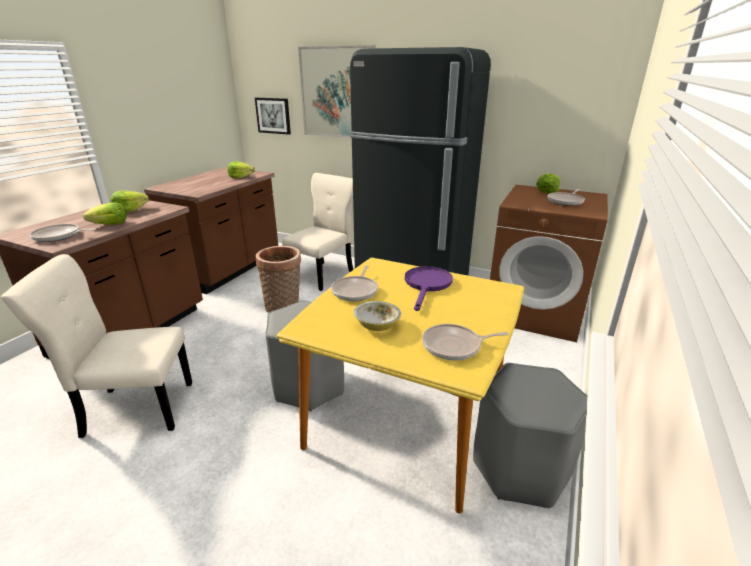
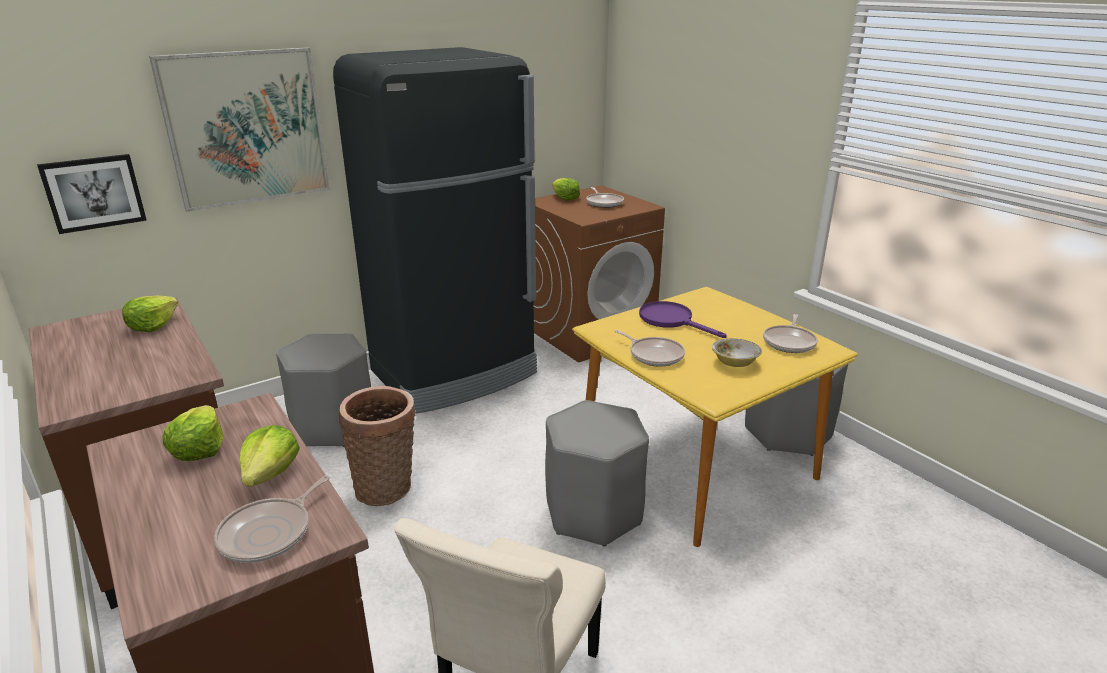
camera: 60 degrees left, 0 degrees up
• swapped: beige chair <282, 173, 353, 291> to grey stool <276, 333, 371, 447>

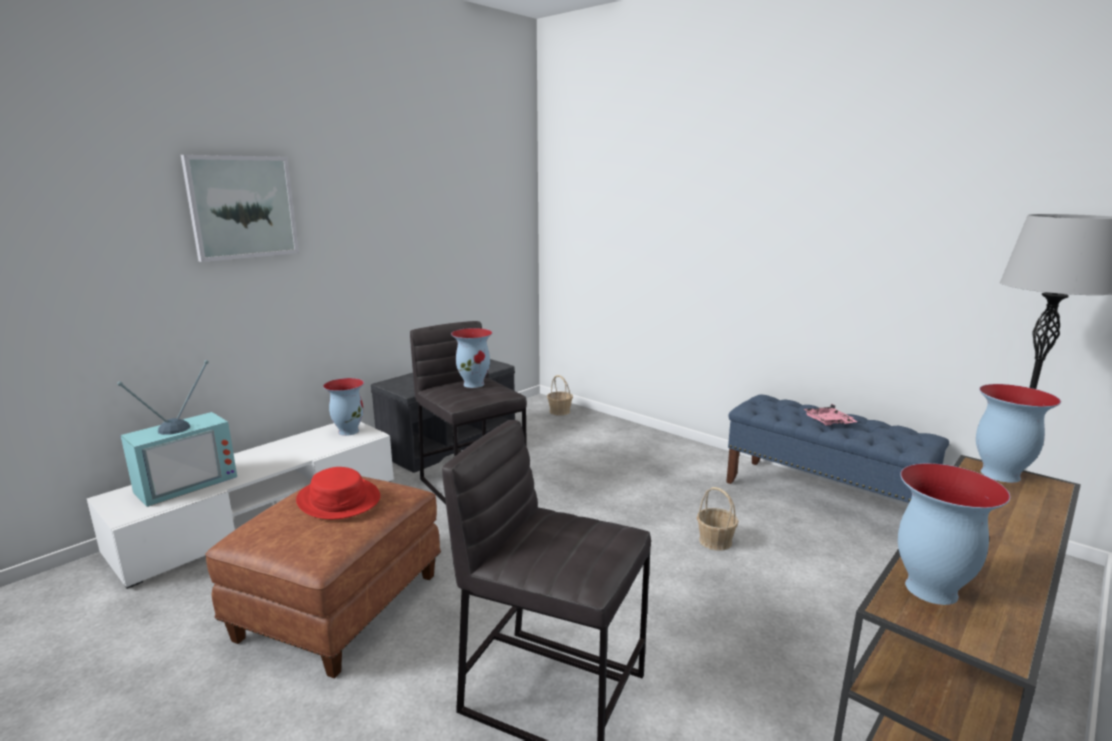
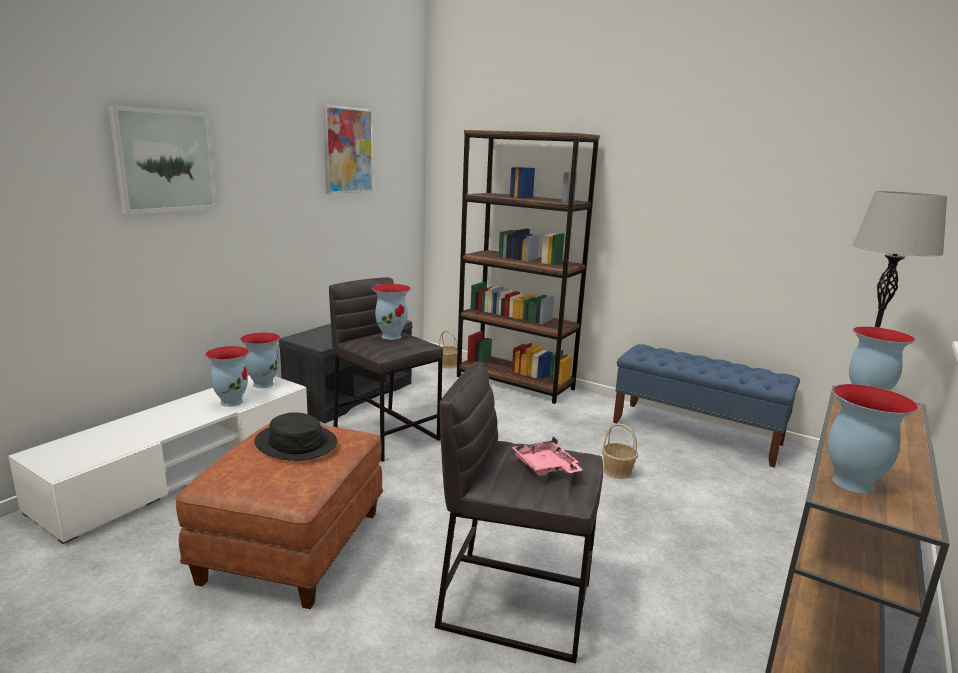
camera: 10 degrees left, 0 degrees up
• gone: television <117, 360, 237, 507>
• shifted: pink tray <804, 404, 857, 426> to <512, 436, 583, 476>
• repainted: red hat <296, 467, 380, 519> to black hat <254, 413, 337, 461>
• new: picture <323, 105, 373, 194>
• new: brown bookcase <457, 130, 600, 404>
• new: vase <205, 346, 249, 407>

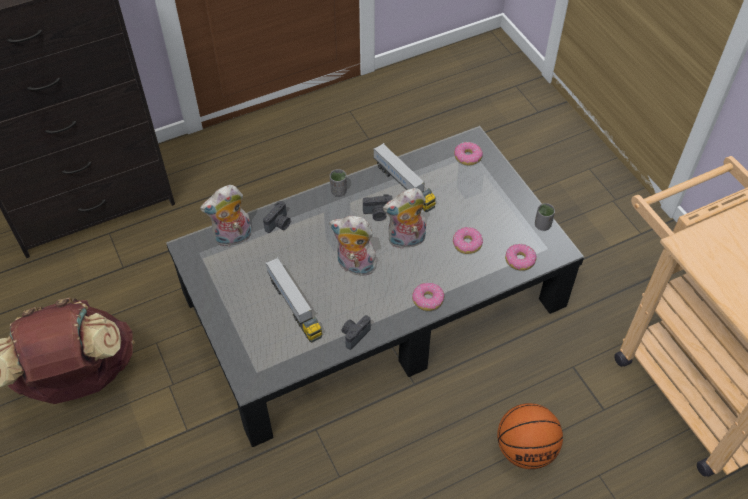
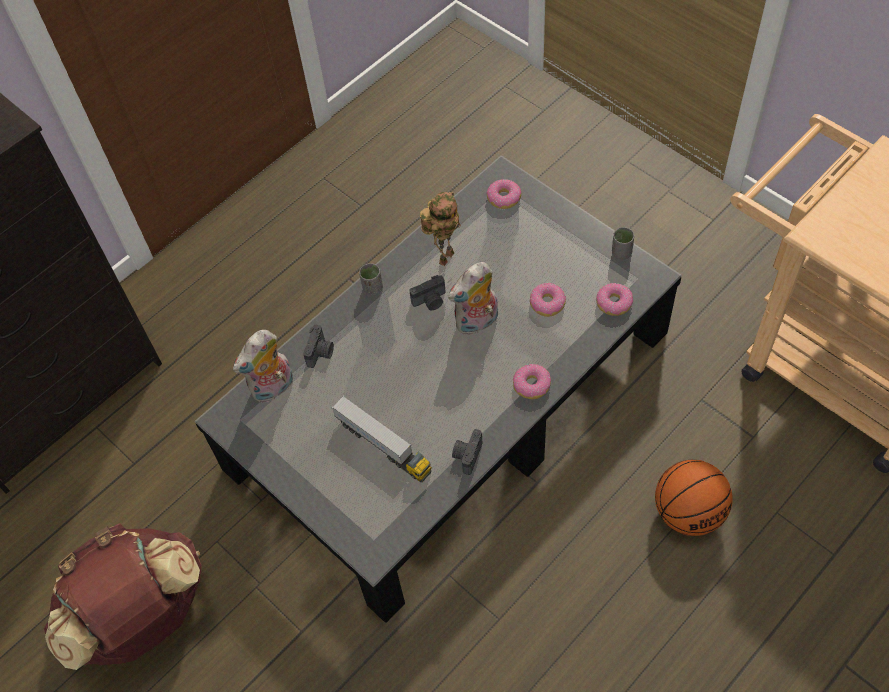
camera: 15 degrees left, 5 degrees up
• swapped: toy truck <373, 143, 436, 212> to toy robot <420, 192, 461, 266>
• gone: plush toy <329, 216, 377, 276>

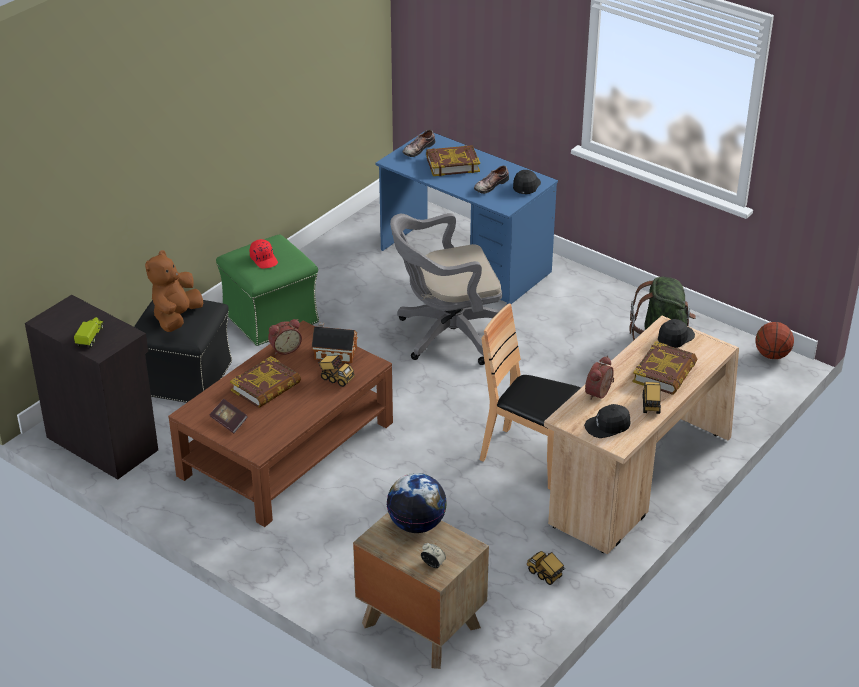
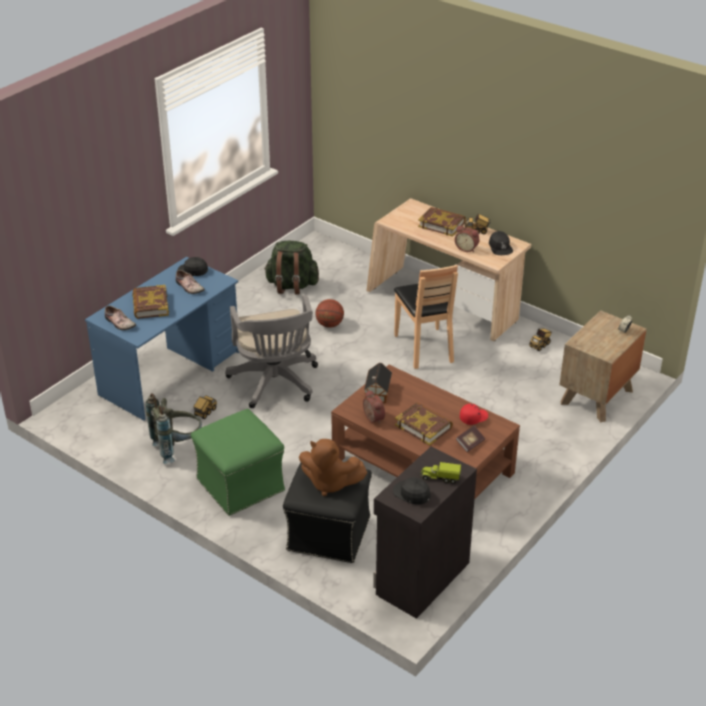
camera: 90 degrees left, 0 degrees up
• shifted: red cap <250, 239, 278, 269> to <460, 404, 488, 425>
• rotated: brown chair <480, 304, 581, 489> = <394, 265, 458, 369> 45 degrees counterclockwise
• shifted: black cap <658, 319, 695, 348> to <393, 477, 431, 505>
• shifted: basketball <755, 322, 794, 359> to <315, 299, 344, 328>
• shifted: toy truck <318, 355, 355, 387> to <193, 396, 217, 419>
• gone: globe <387, 473, 447, 533>
• new: grey backpack <146, 393, 202, 464>

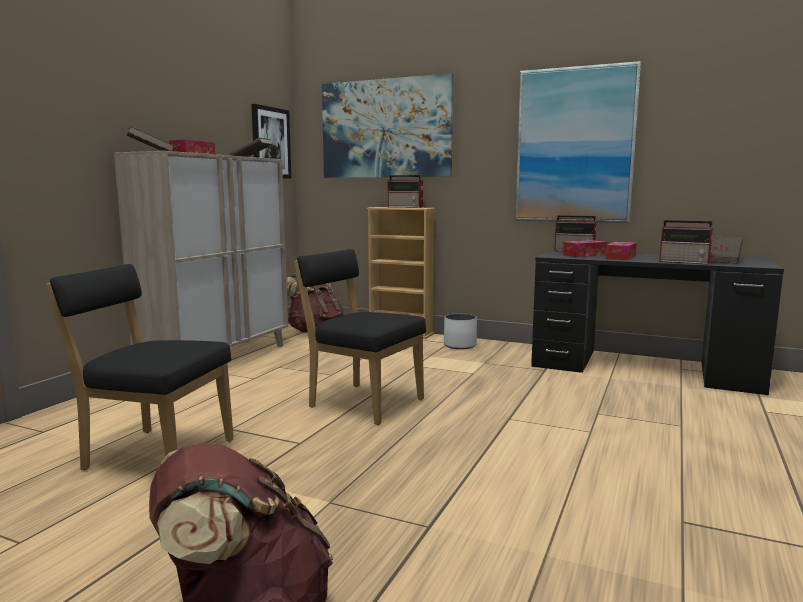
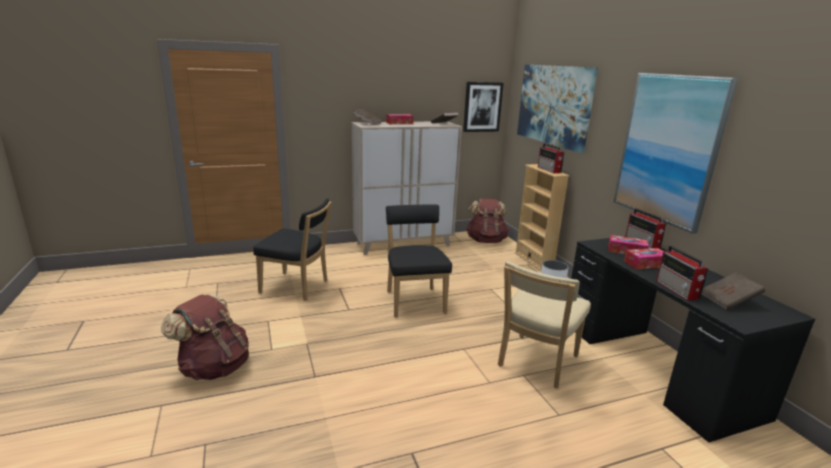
camera: 45 degrees right, 10 degrees up
• rotated: black chair <46, 264, 234, 470> = <253, 198, 332, 301> 135 degrees clockwise
• new: beige chair <498, 261, 591, 389>

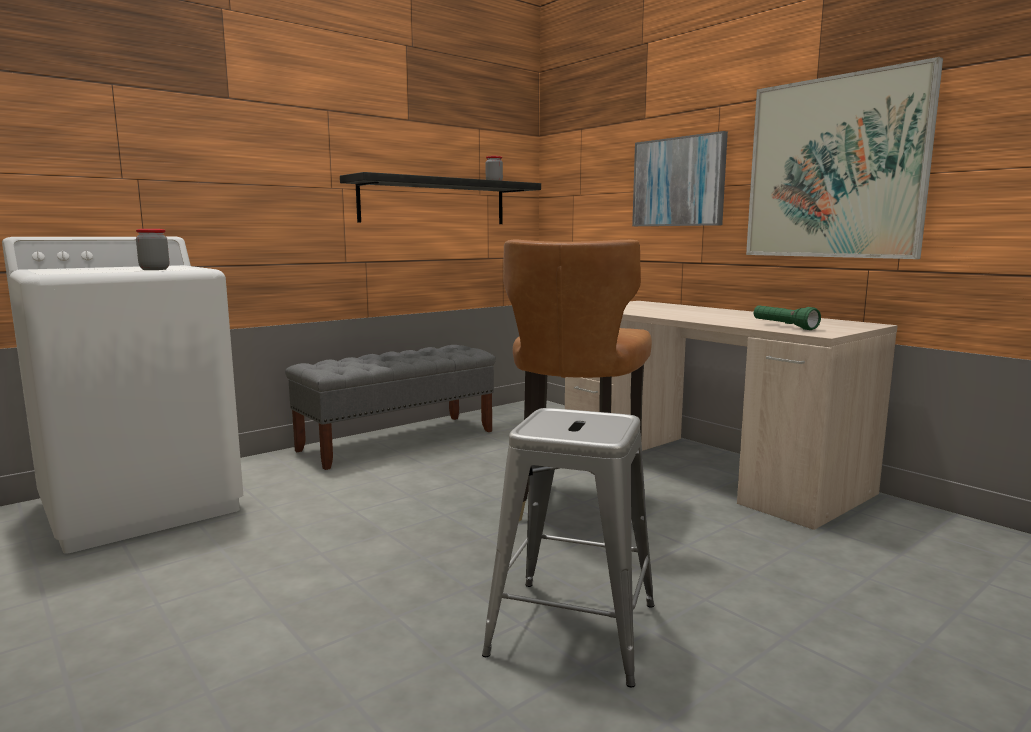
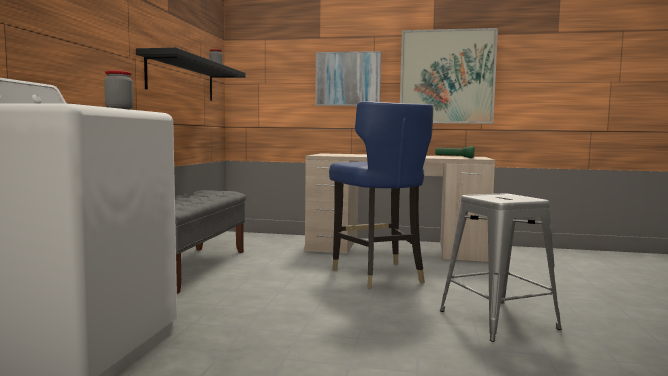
camera: 40 degrees left, 5 degrees down
• repainted: brown chair <503, 239, 652, 521> to blue chair <329, 101, 434, 289>

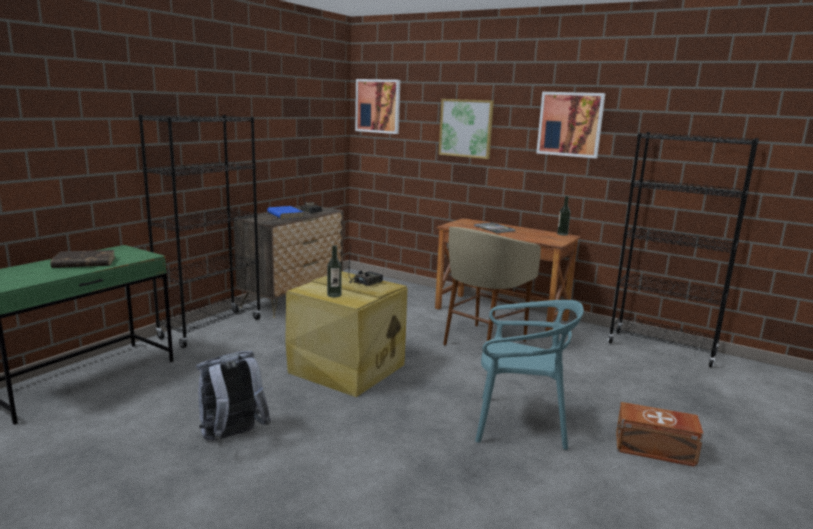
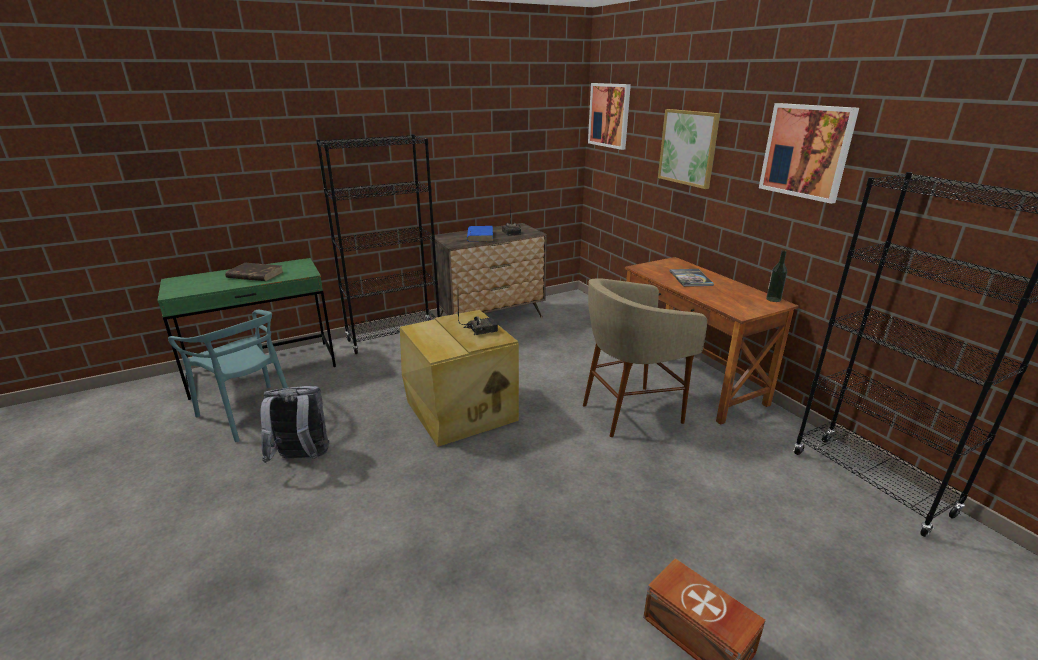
camera: 30 degrees right, 10 degrees up
• gone: bottle <327, 245, 342, 297>
• shifted: turquoise chair <475, 300, 584, 450> to <168, 310, 288, 442>

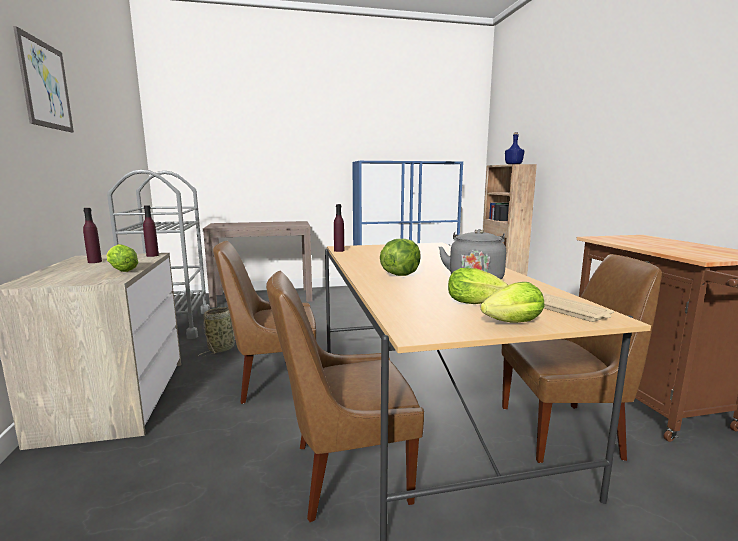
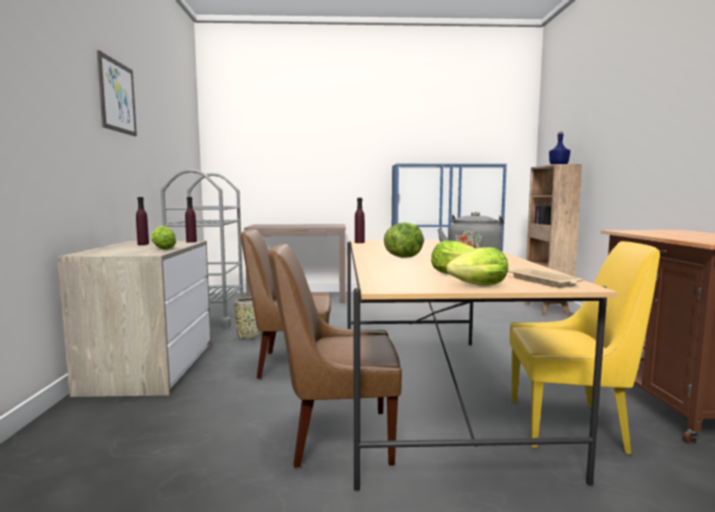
camera: 10 degrees right, 5 degrees down
• repainted: brown chair <502, 254, 662, 463> to yellow chair <510, 241, 660, 454>

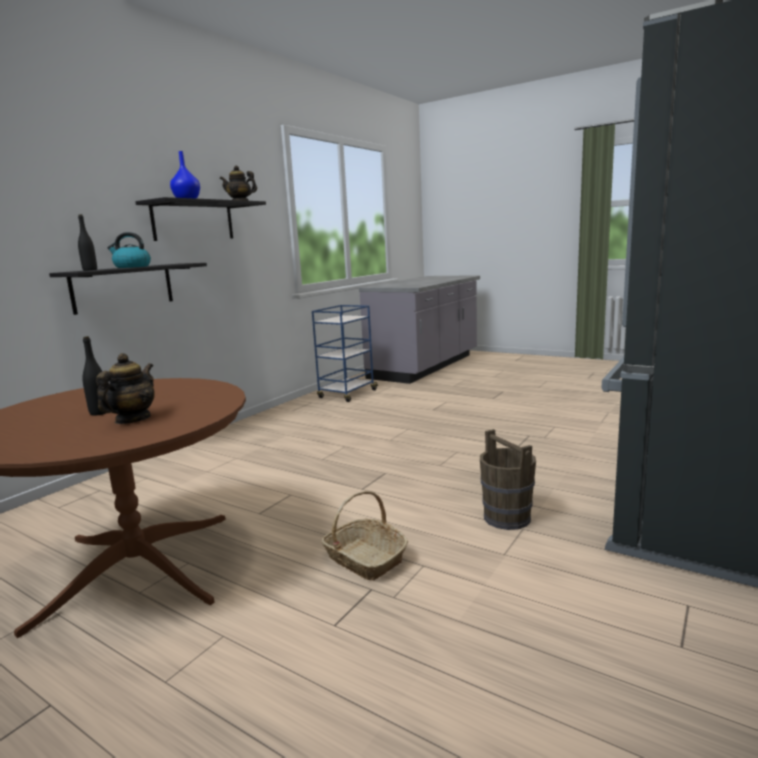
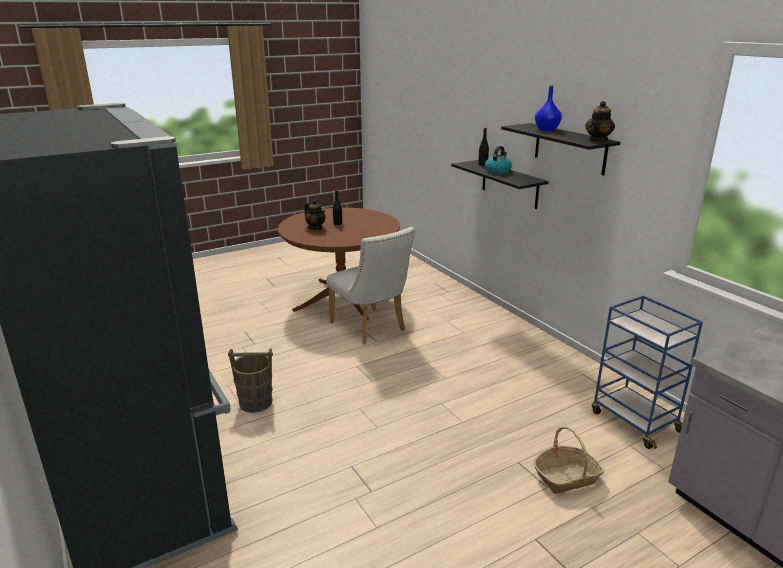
camera: 115 degrees right, 10 degrees up
• shifted: basket <321, 491, 408, 581> to <533, 426, 604, 494>
• new: white chair <326, 227, 415, 344>

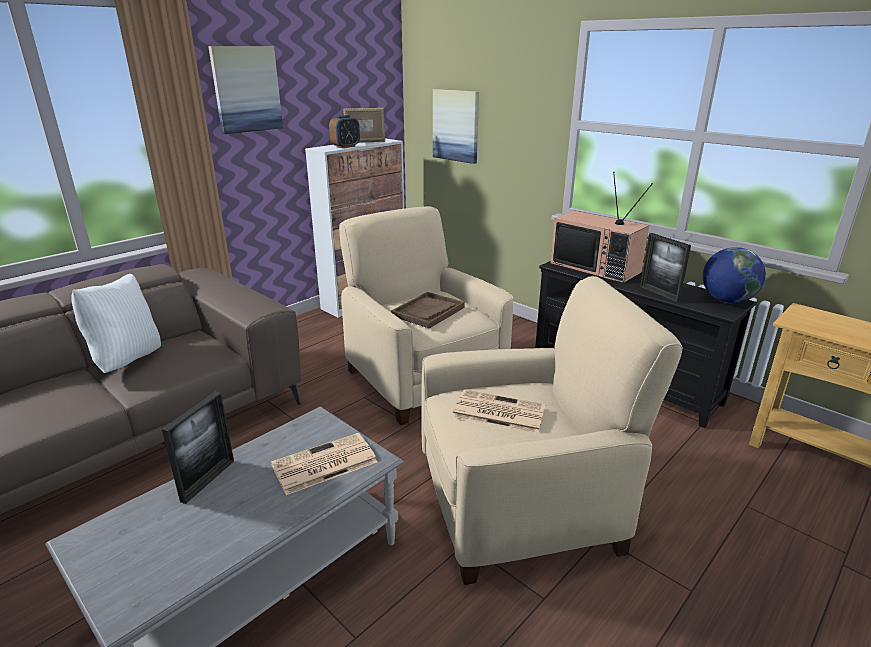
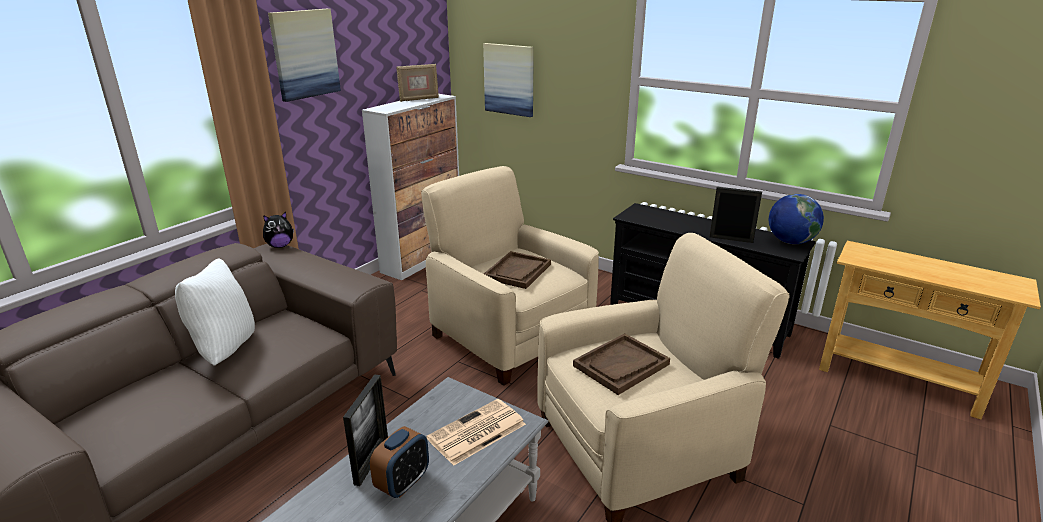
camera: 10 degrees left, 0 degrees up
• shifted: alarm clock <329, 115, 360, 148> to <370, 426, 429, 498>
• gone: television <550, 172, 653, 283>
• rotated: picture frame <640, 233, 691, 302> = <710, 187, 762, 243> 150 degrees clockwise
• swapped: newspaper <452, 390, 546, 433> to brown tray <573, 333, 670, 395>
• new: plush toy <263, 212, 294, 248>

